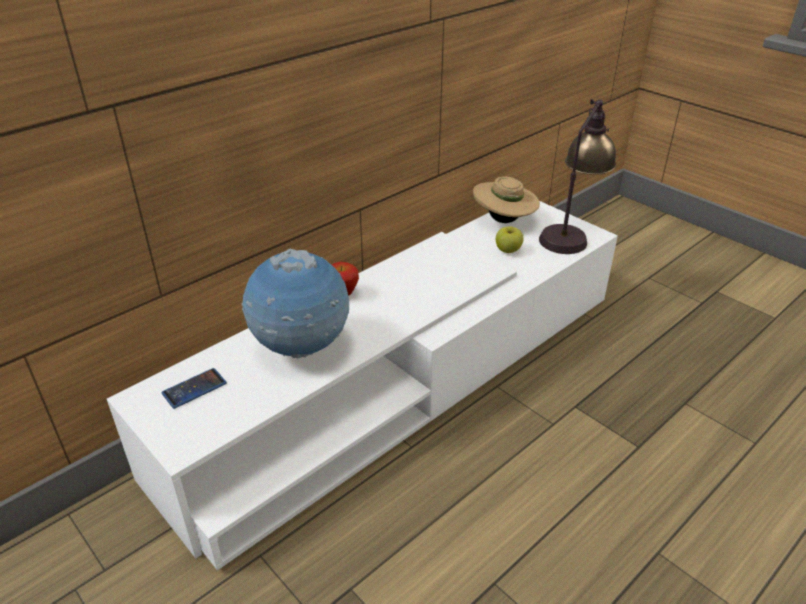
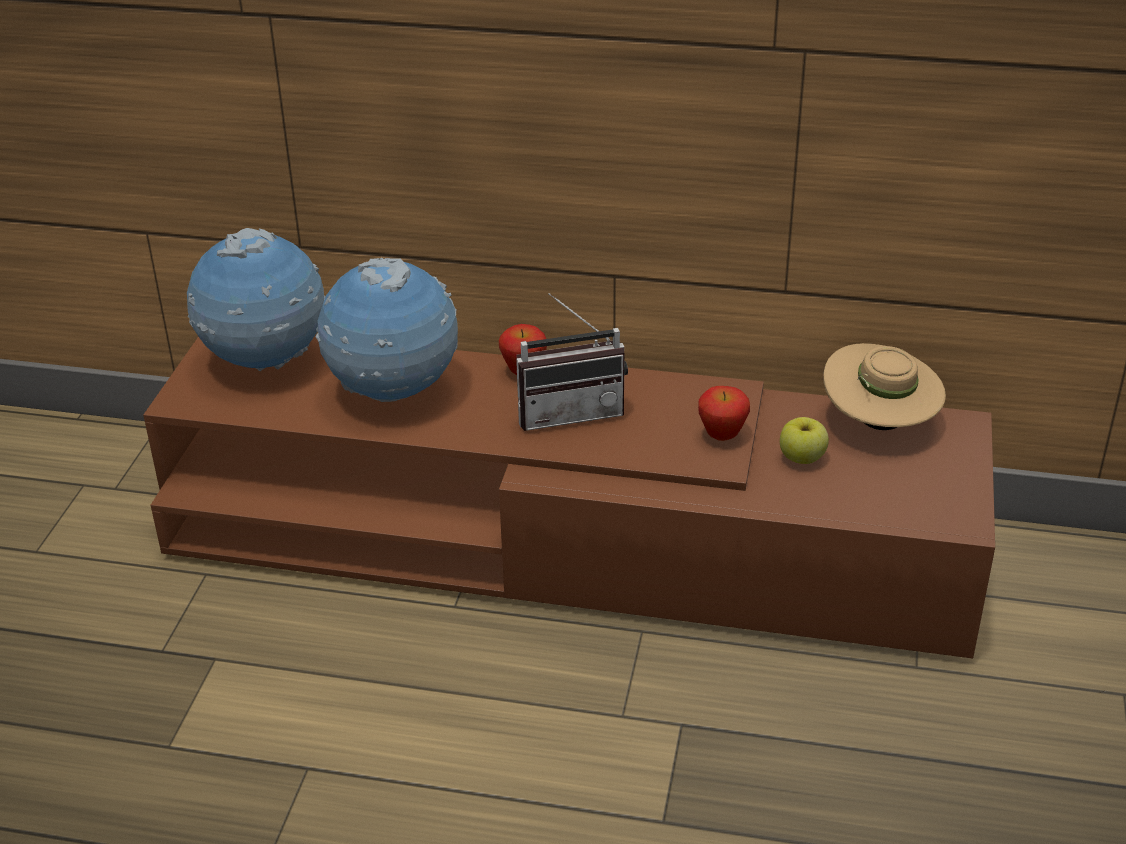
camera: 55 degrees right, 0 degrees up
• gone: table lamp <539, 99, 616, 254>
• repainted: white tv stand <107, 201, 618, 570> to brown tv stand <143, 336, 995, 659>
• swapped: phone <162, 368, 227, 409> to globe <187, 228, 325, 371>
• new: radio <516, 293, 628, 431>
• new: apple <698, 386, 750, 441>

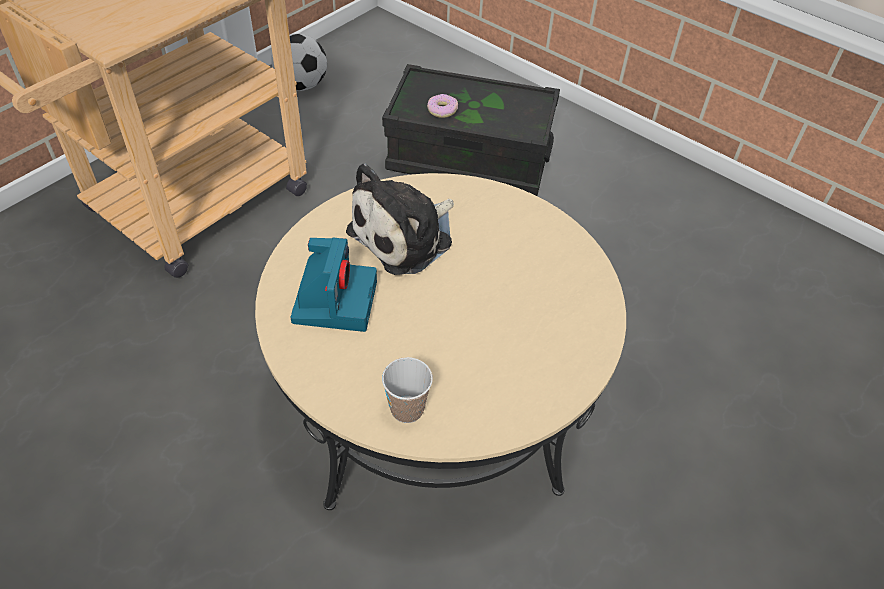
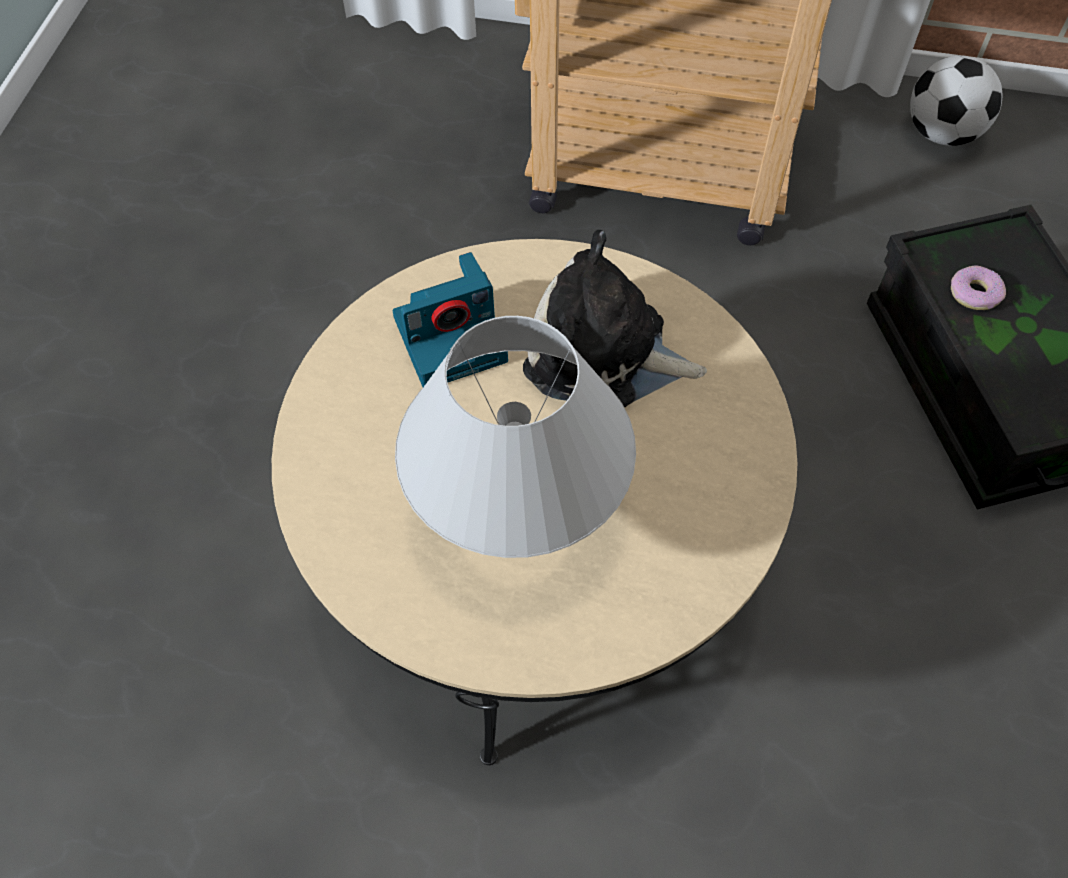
camera: 65 degrees right, 10 degrees up
• gone: cup <382, 357, 433, 423>
• new: white table lamp <395, 316, 636, 558>

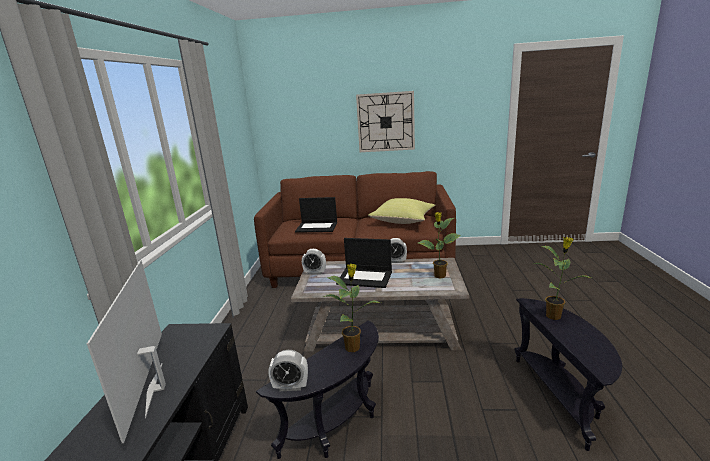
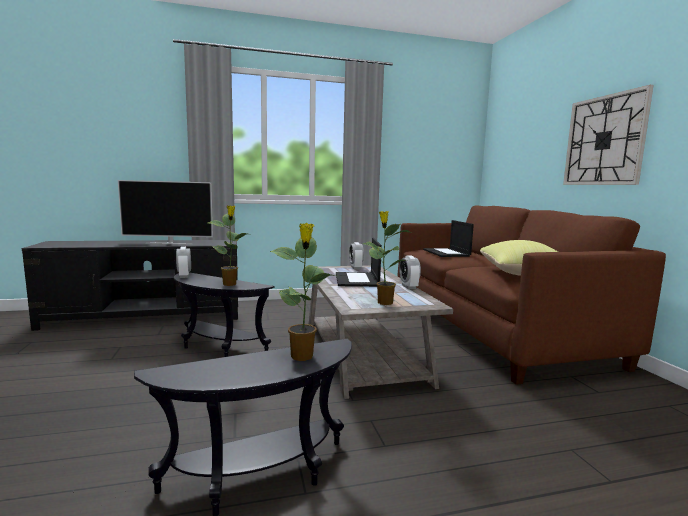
camera: 70 degrees right, 10 degrees down
• rotated: television <87, 260, 166, 443> = <118, 180, 213, 244> 150 degrees counterclockwise

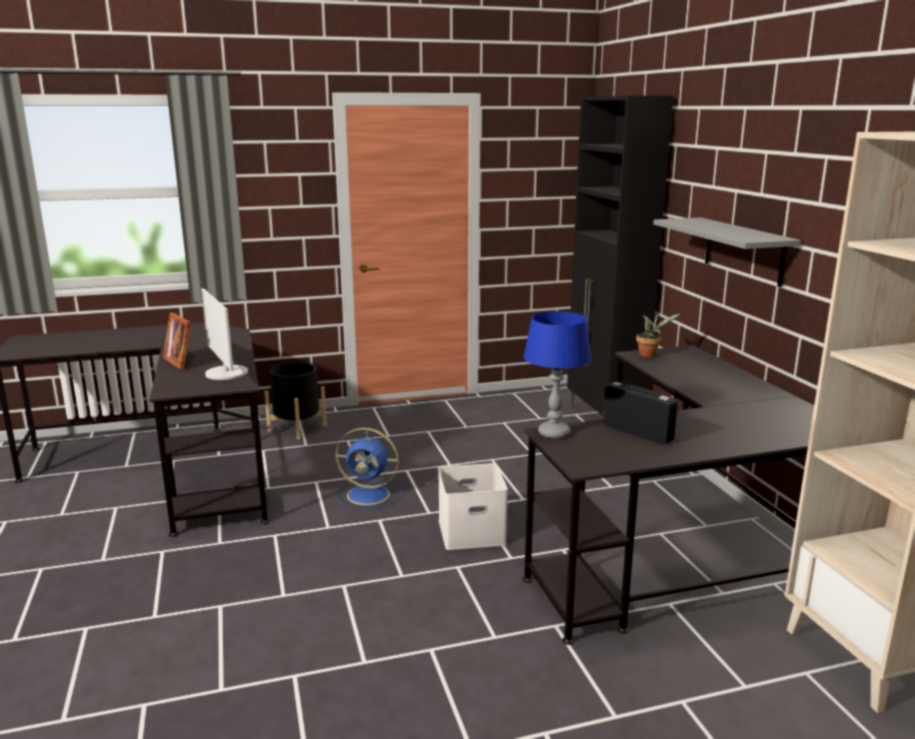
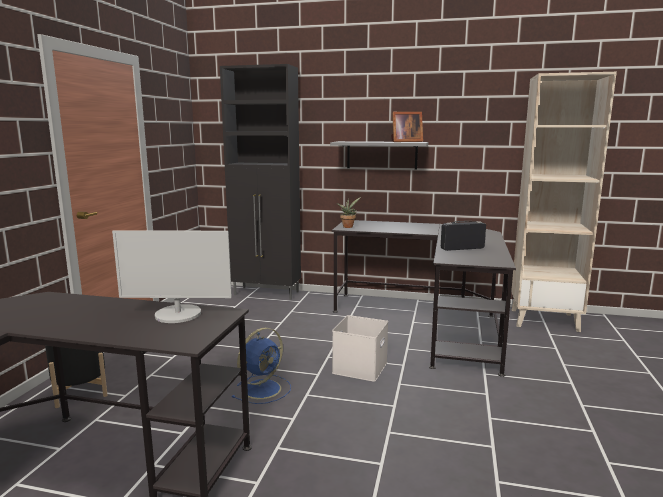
camera: 60 degrees left, 5 degrees down
• gone: blue table lamp <524, 311, 592, 439>
• shifted: picture frame <163, 312, 194, 370> to <391, 112, 423, 142>

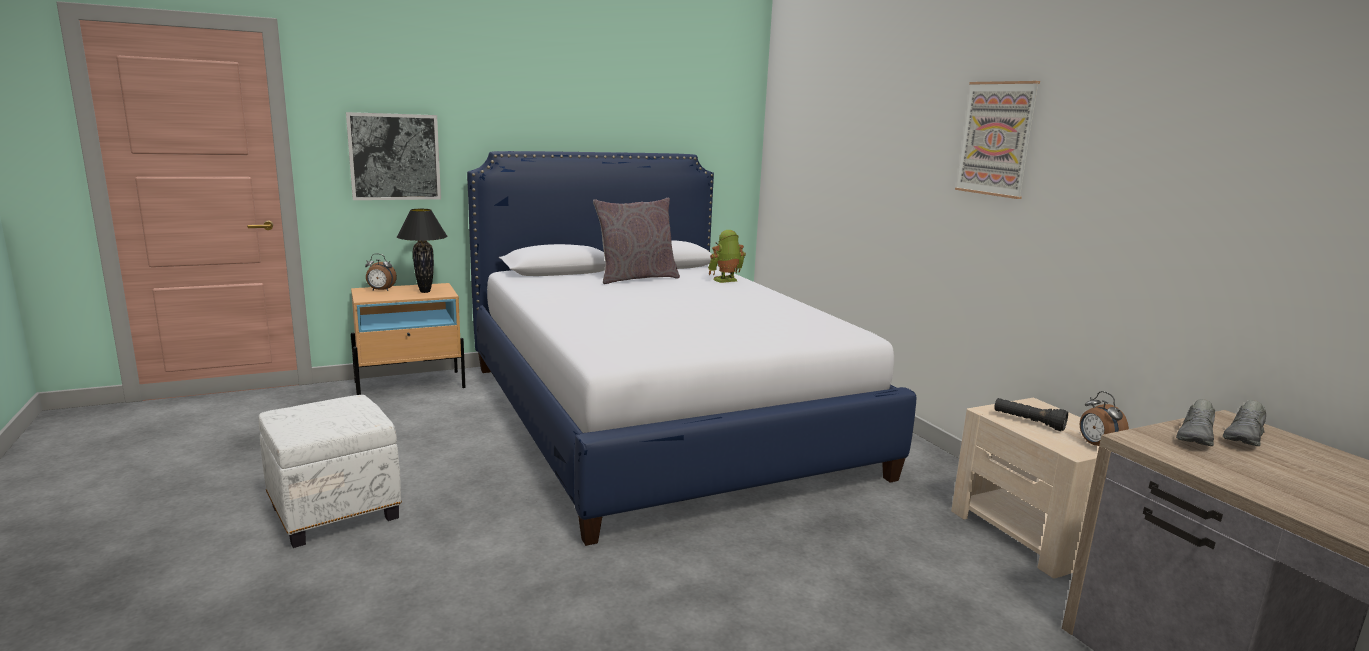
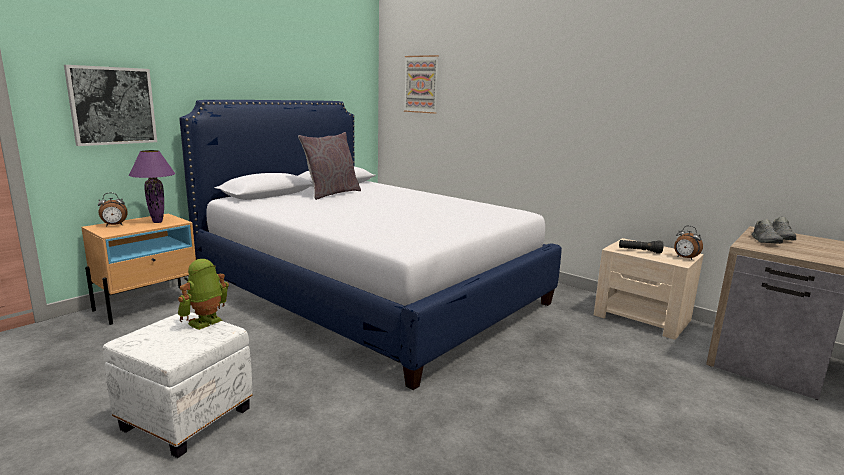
camera: 25 degrees left, 0 degrees up
• shifted: picture <955, 81, 1040, 199> to <404, 55, 439, 114>
• repainted: black table lamp <397, 209, 447, 293> to purple table lamp <129, 150, 175, 223>
• shifted: toy robot <708, 230, 746, 283> to <178, 259, 229, 330>

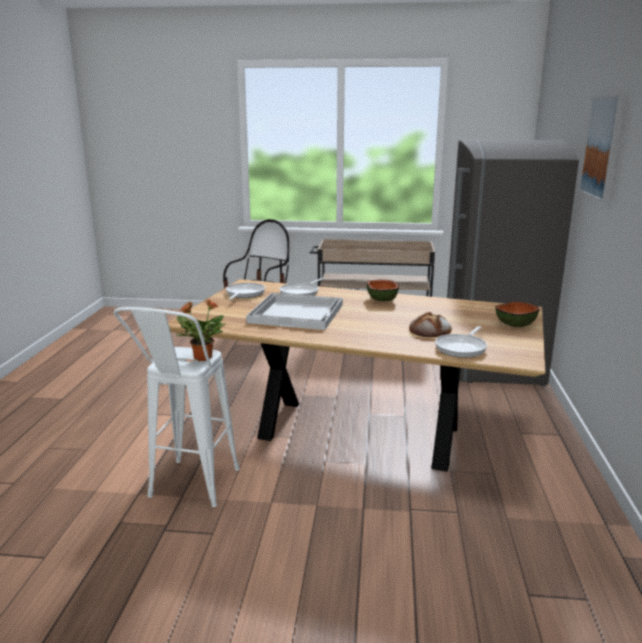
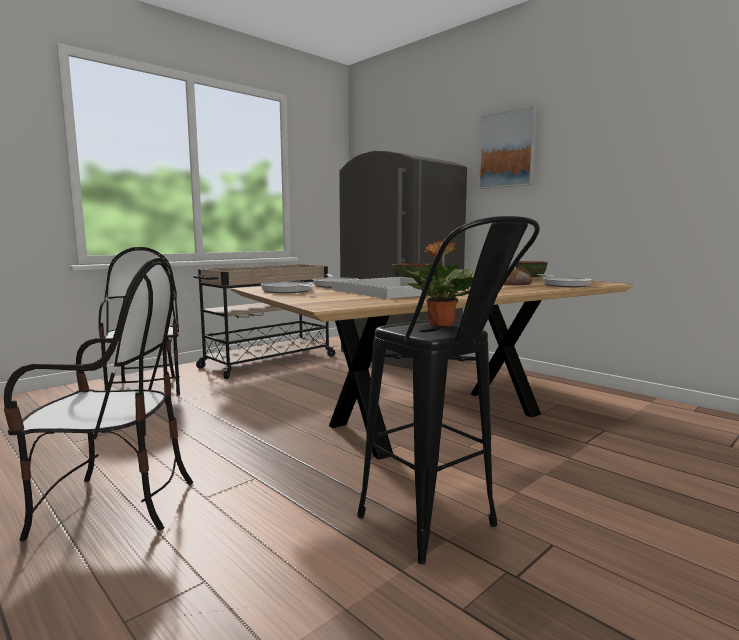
camera: 50 degrees left, 10 degrees down
• repainted: white stool <114, 307, 240, 507> to black stool <357, 216, 540, 564>
• new: chair <4, 257, 193, 541>

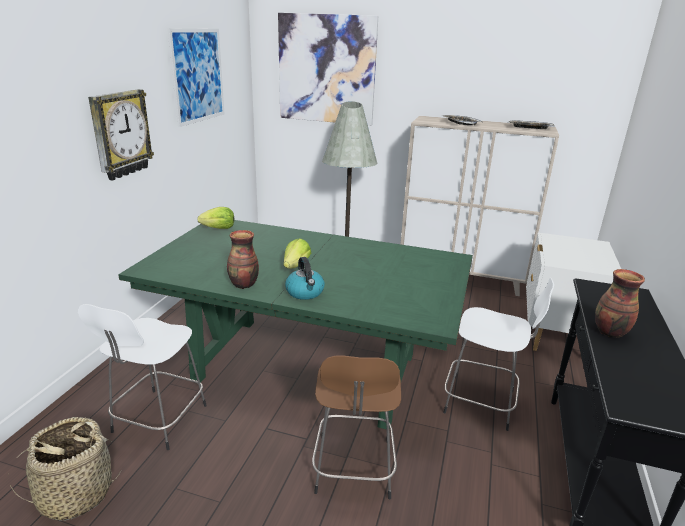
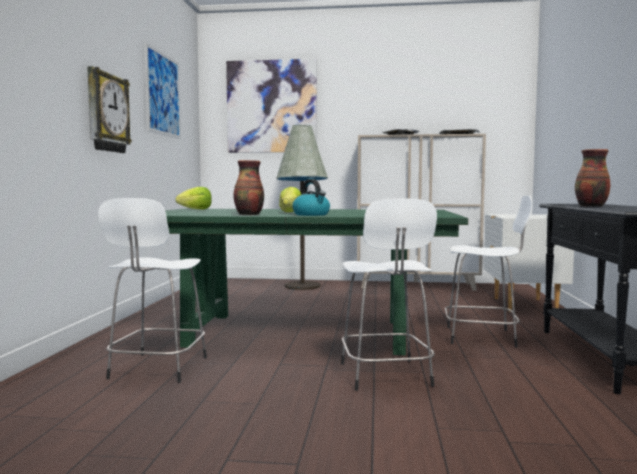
camera: 10 degrees left, 20 degrees down
• repainted: brown stool <312, 355, 401, 499> to white stool <341, 199, 437, 391>
• gone: basket <10, 417, 122, 521>

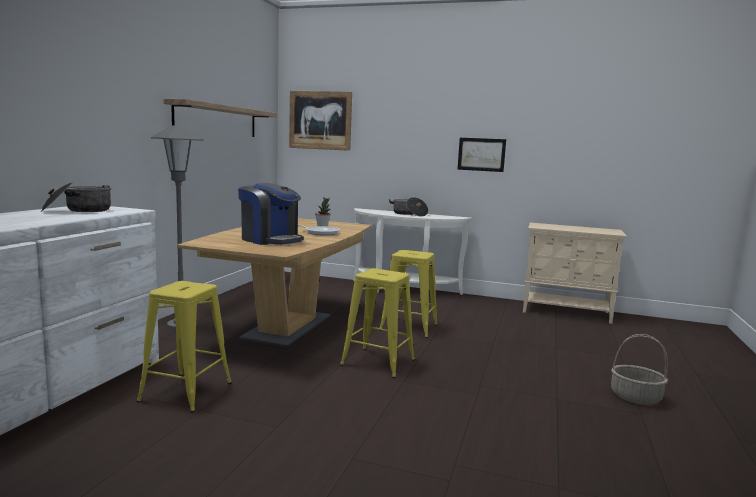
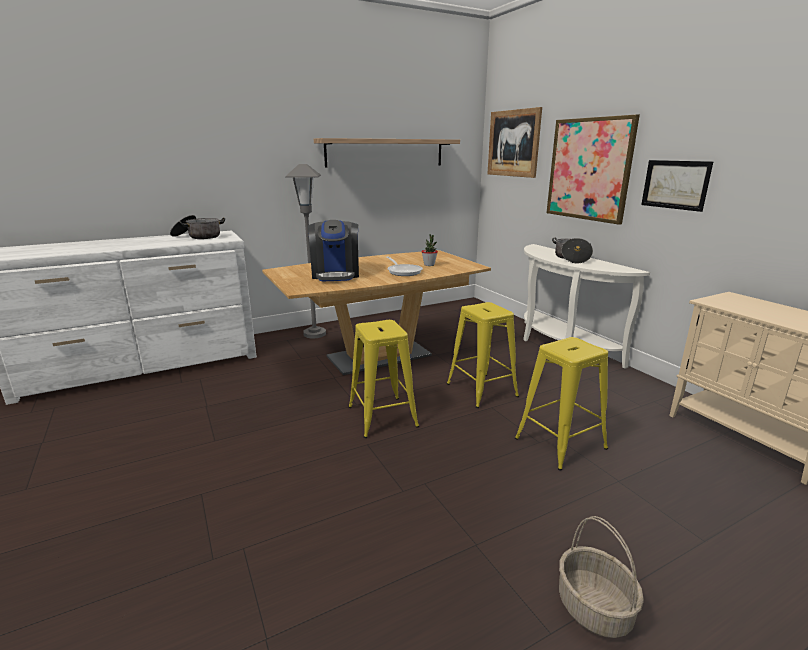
camera: 45 degrees right, 10 degrees up
• shifted: yellow stool <136, 281, 232, 413> to <515, 337, 608, 470>
• new: picture <546, 114, 640, 225>

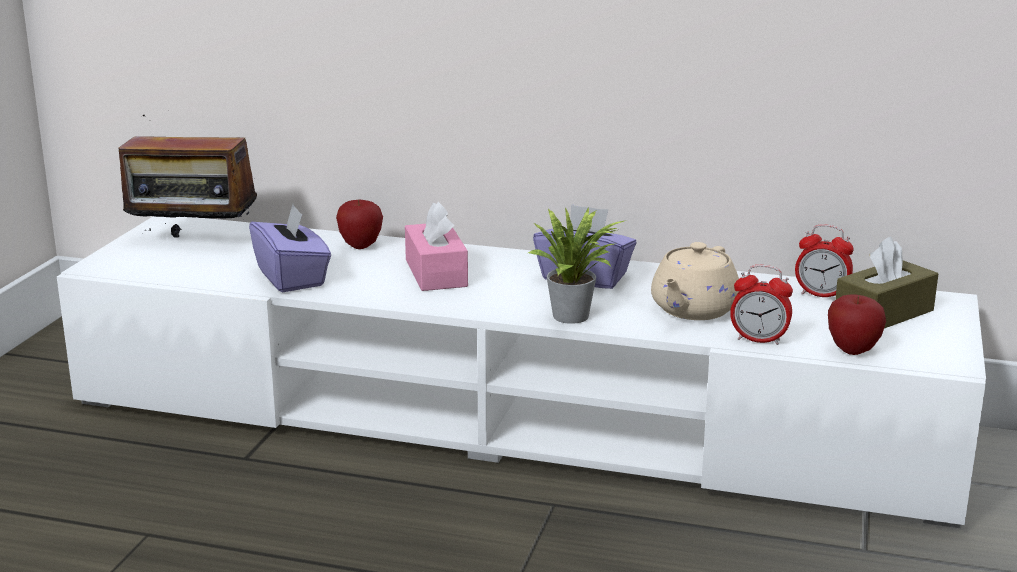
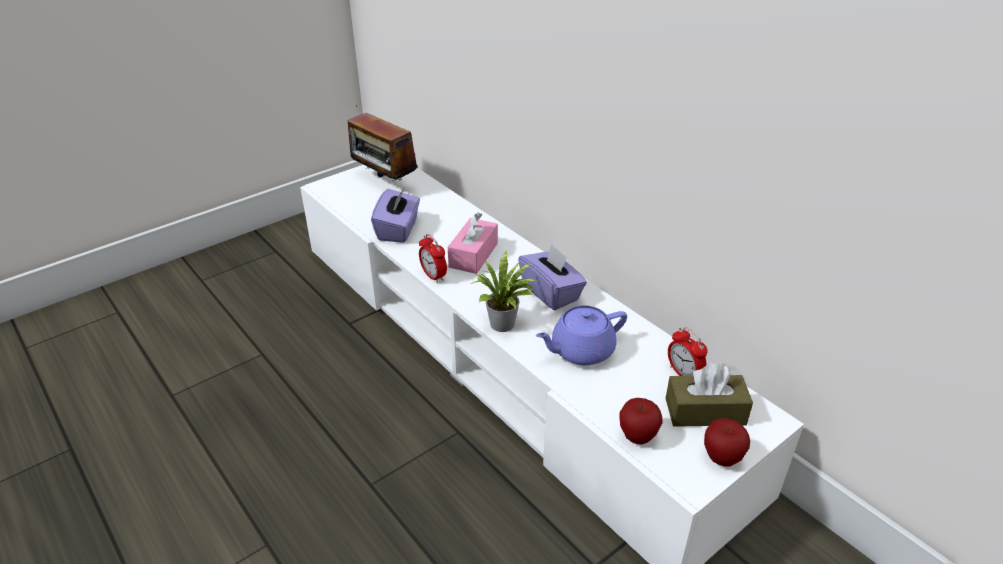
camera: 35 degrees right, 15 degrees up
• shifted: apple <336, 199, 383, 249> to <704, 419, 750, 467>
• repainted: beige teapot <651, 242, 739, 320> to purple teapot <536, 305, 627, 365>
• shifted: alarm clock <730, 265, 793, 345> to <419, 234, 447, 283>

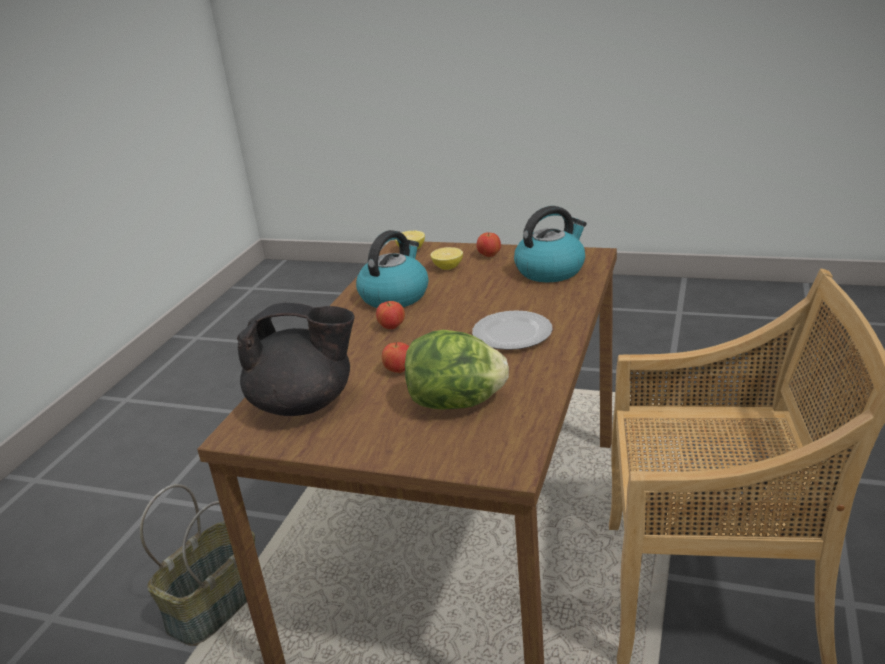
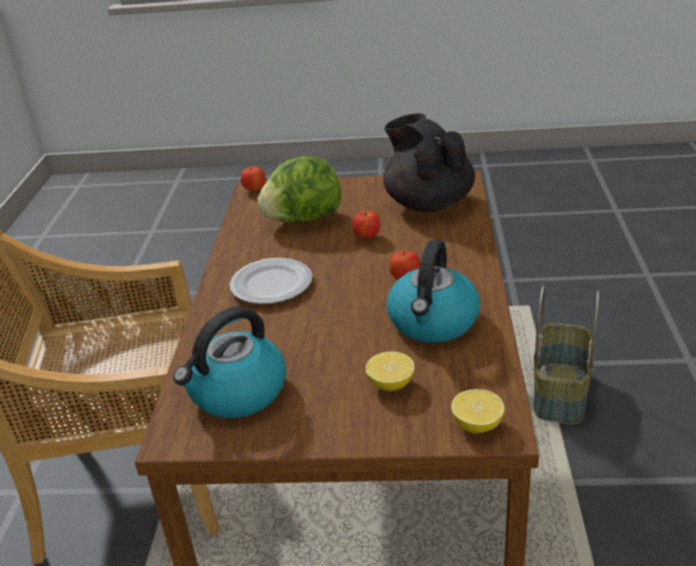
camera: 165 degrees right, 5 degrees up
• shifted: apple <477, 232, 501, 257> to <241, 166, 266, 191>
• rotated: black teapot <237, 303, 355, 416> = <383, 113, 475, 212> 75 degrees clockwise

